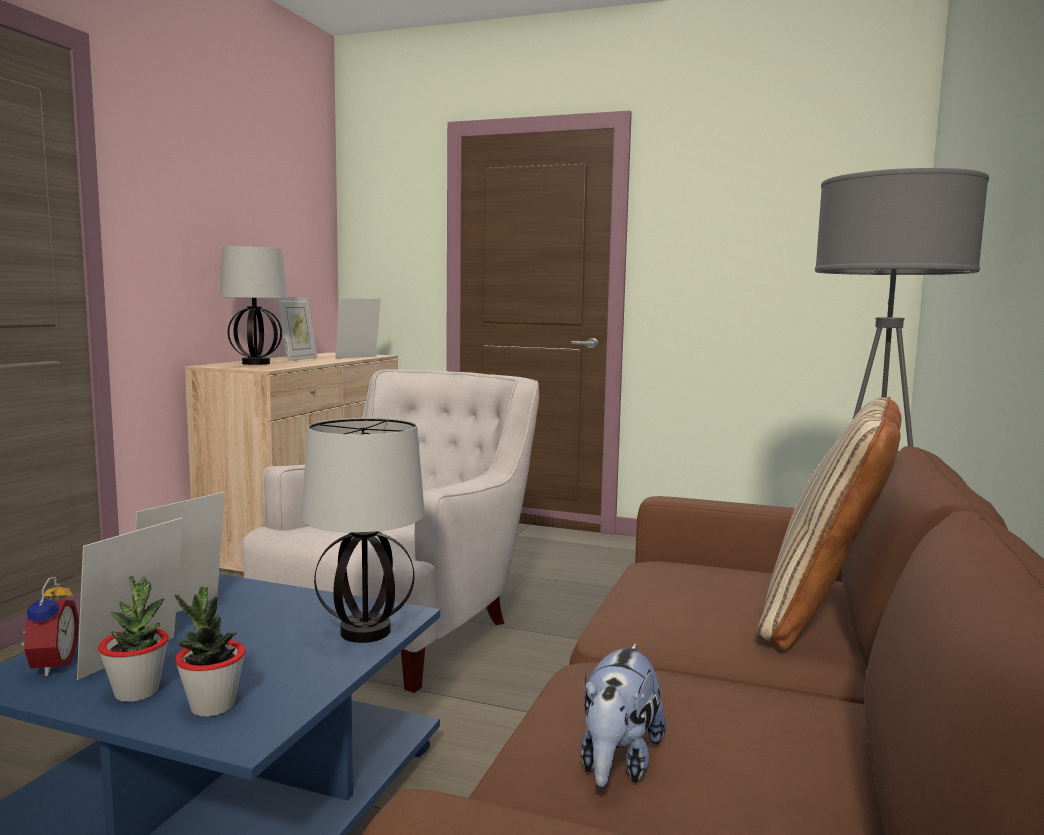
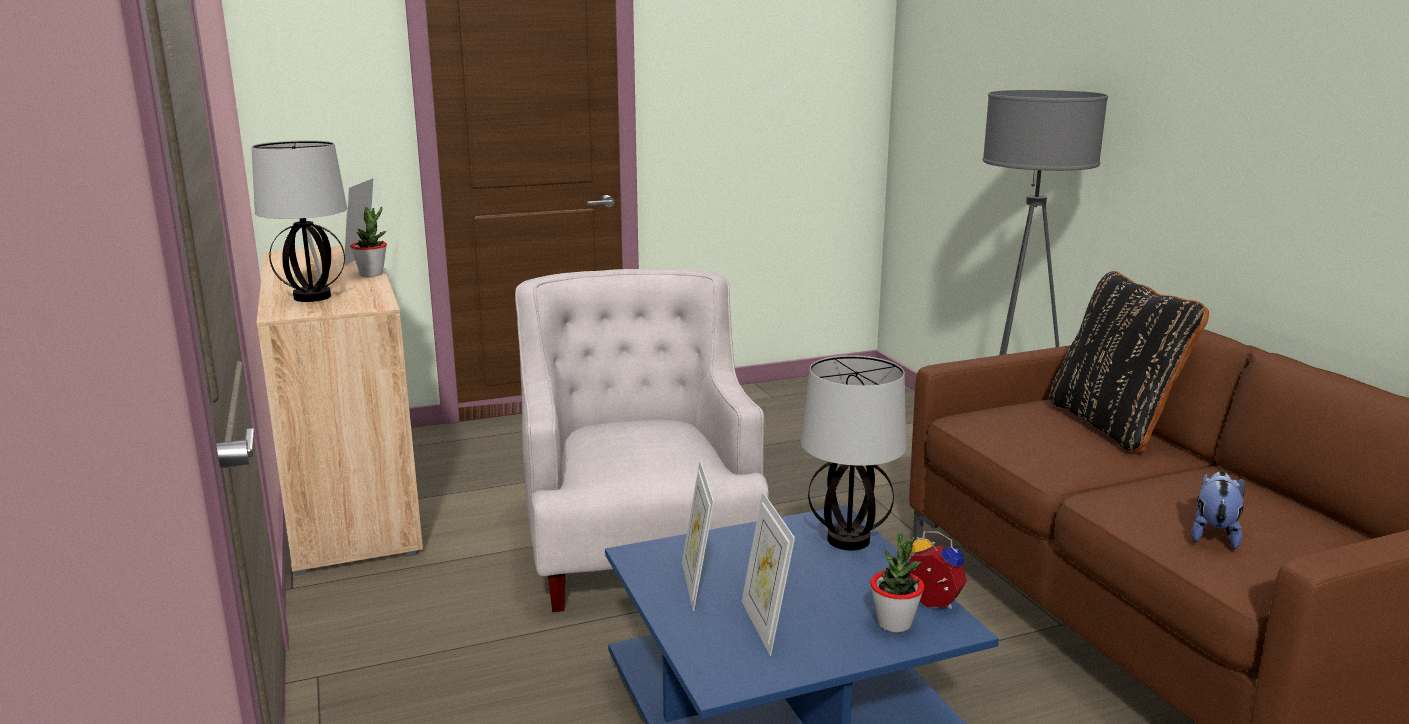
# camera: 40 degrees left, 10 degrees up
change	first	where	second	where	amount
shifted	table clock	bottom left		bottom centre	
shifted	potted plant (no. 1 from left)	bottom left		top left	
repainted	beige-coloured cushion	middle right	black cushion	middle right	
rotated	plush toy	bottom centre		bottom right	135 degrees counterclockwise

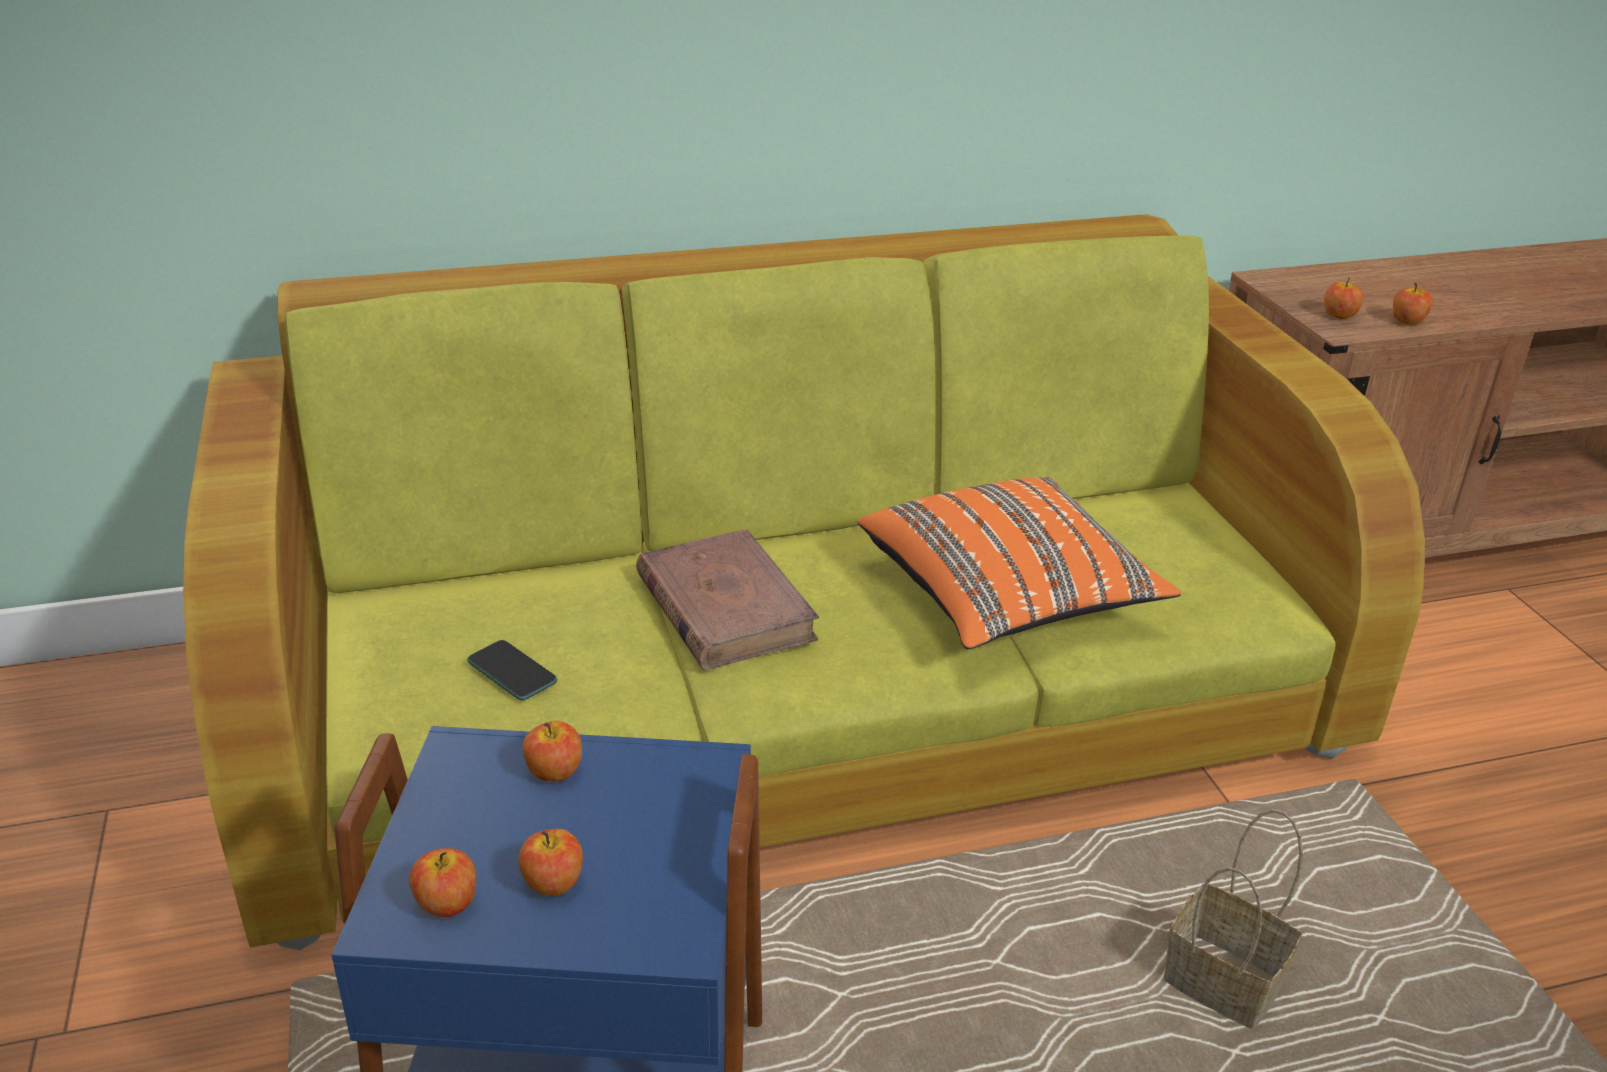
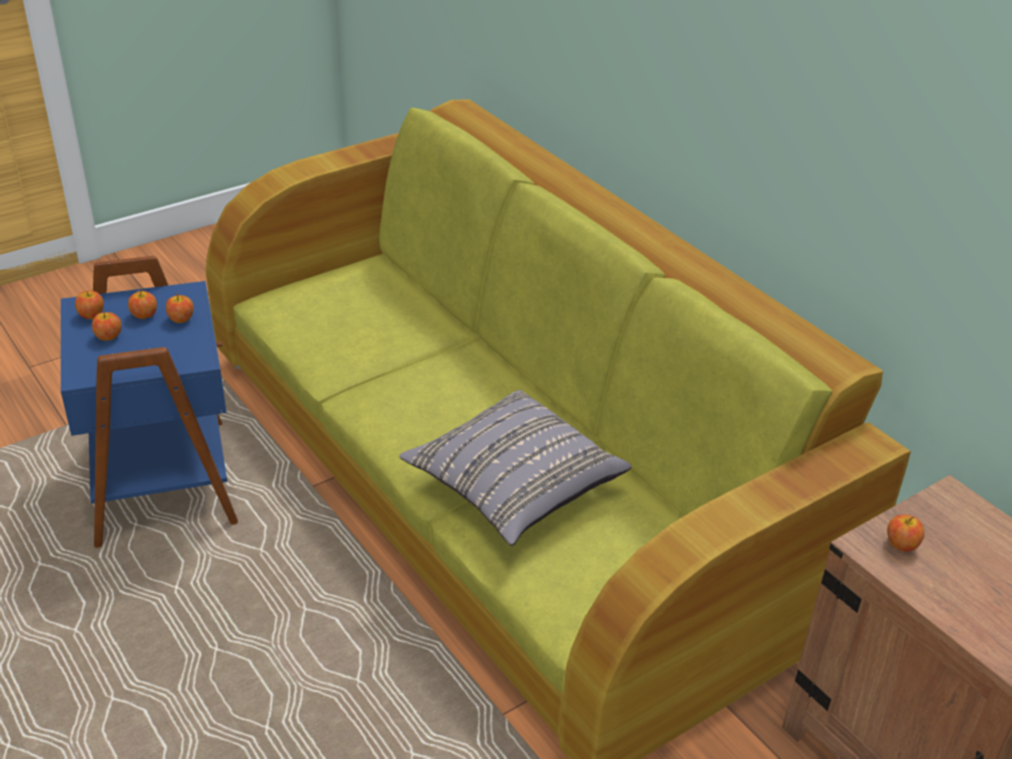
# camera: 70 degrees right, 5 degrees up
change	first	where	second	where	amount
gone	phone	middle left			
gone	brown volume	centre			
gone	basket	bottom right			
shifted	whole apple (no. 5 from left in the first image)	top right	whole apple (no. 3 from left)	middle left	
repainted	orange cushion	centre	greyish cushion	centre	

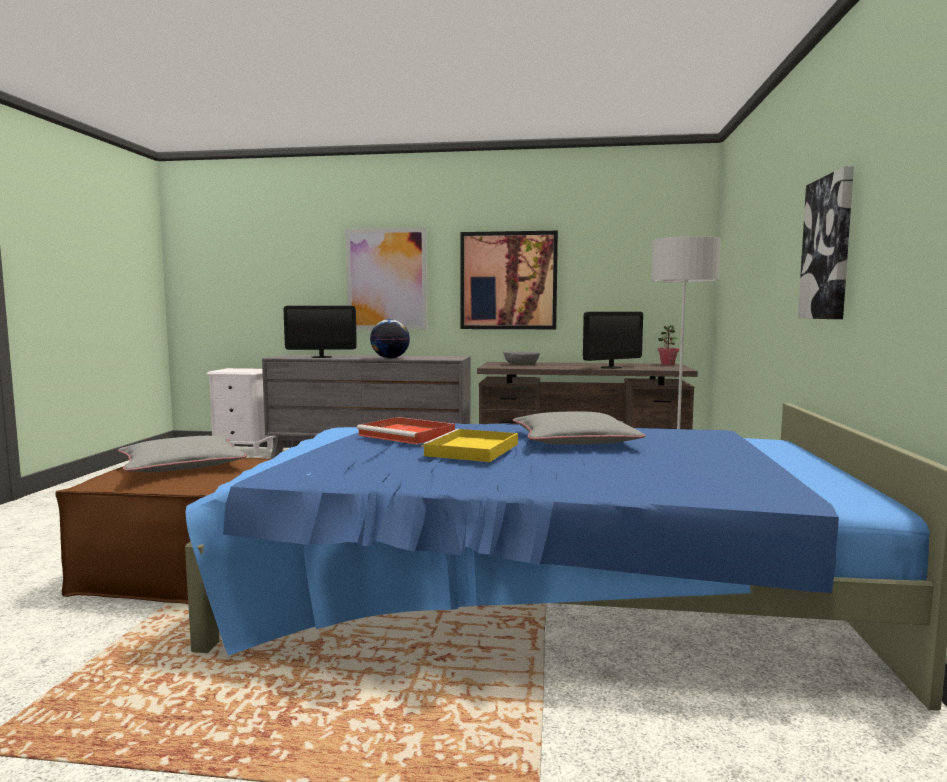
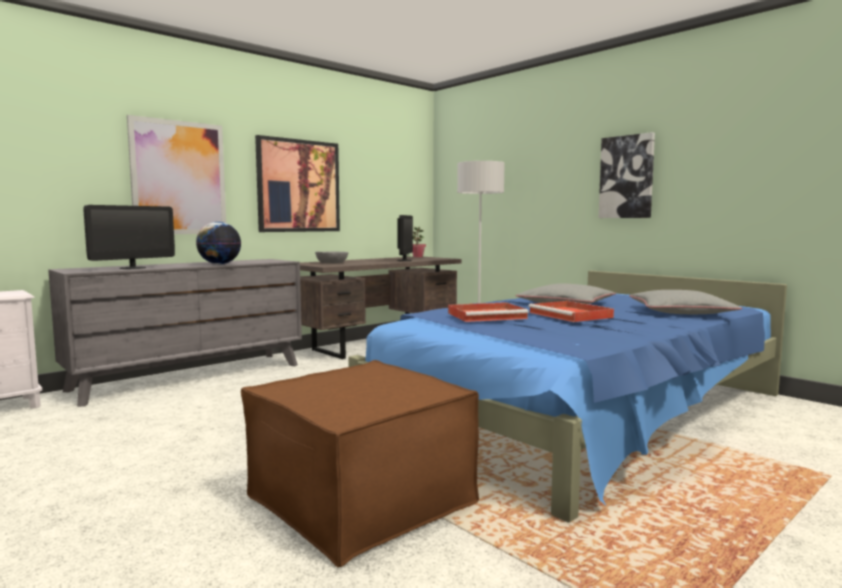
# camera: 50 degrees left, 0 degrees up
change	first	where	second	where	amount
shifted	greyish cushion (no. 1 from left in the first image)	middle left	greyish cushion (no. 2 from left)	middle right	
repainted	yellowish carrying tray	centre	reddish carrying tray (no. 2 from left)	middle right	

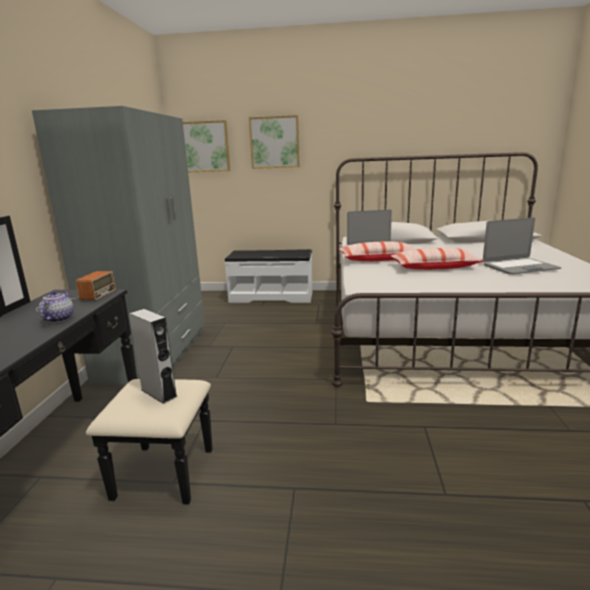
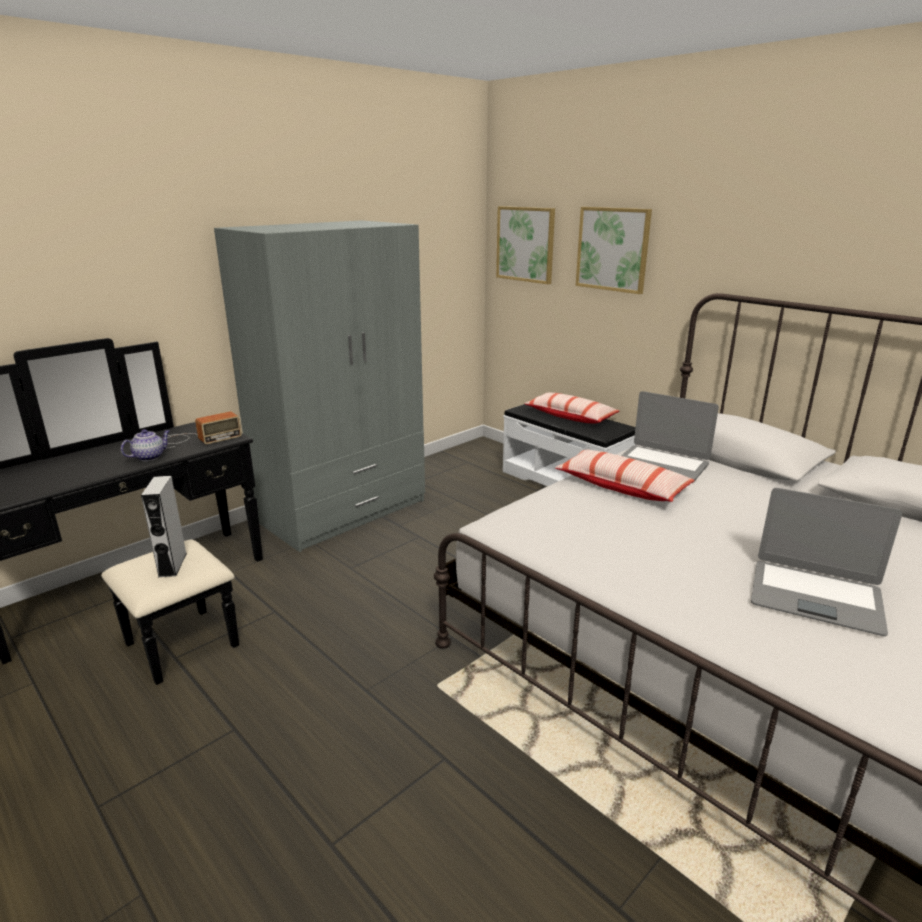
# camera: 40 degrees right, 5 degrees up
change	first	where	second	where	amount
shifted	cushion (no. 2 from left in the first image)	middle right	cushion (no. 1 from left)	centre	

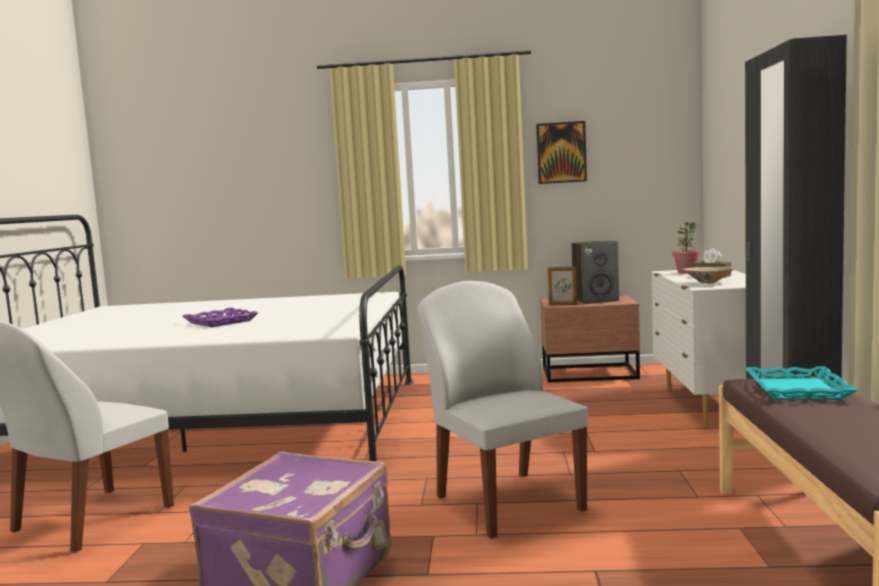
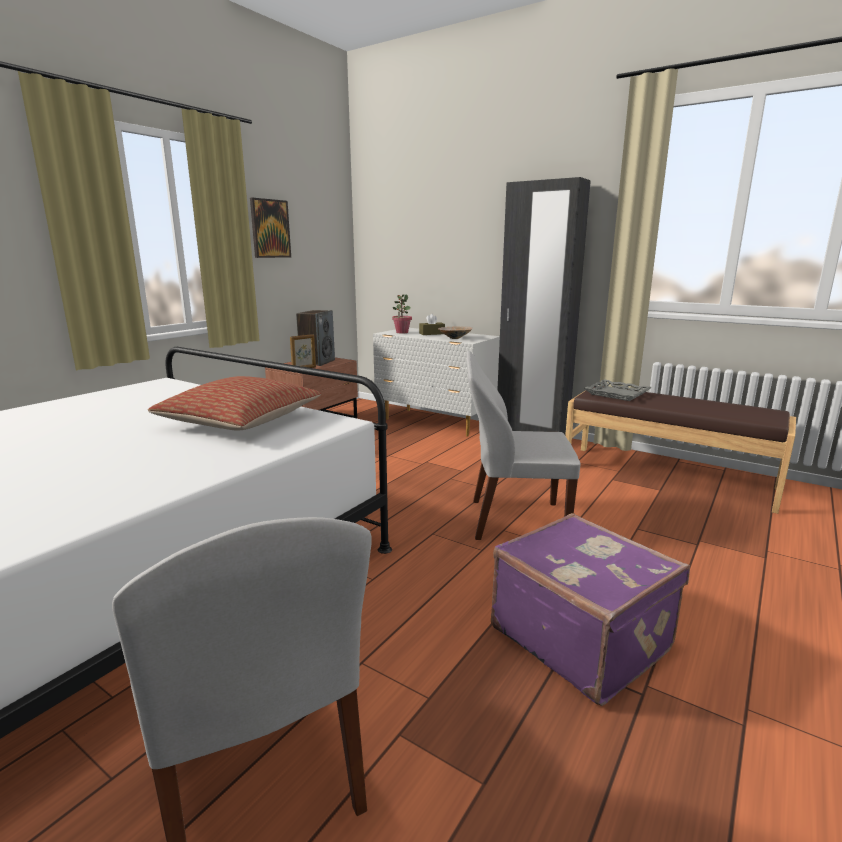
# camera: 60 degrees left, 10 degrees up
change	first	where	second	where	amount
gone	purplish carrying tray	middle left			
new			cushion	middle left	
repainted	blue-green carrying tray	middle right	greyish carrying tray	middle right	

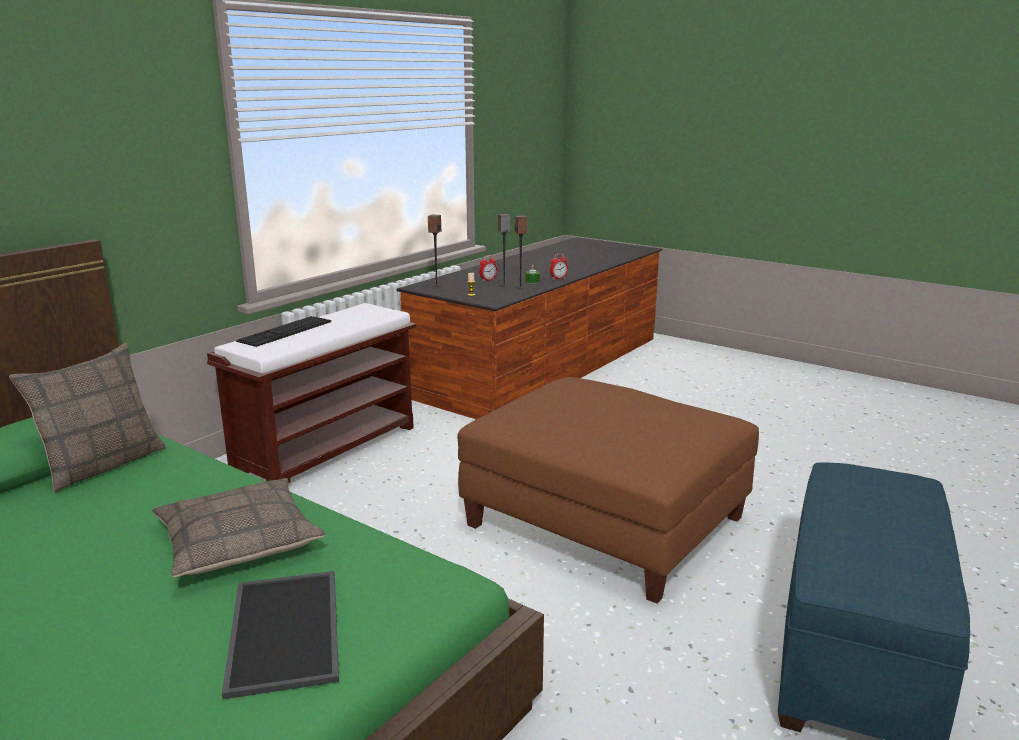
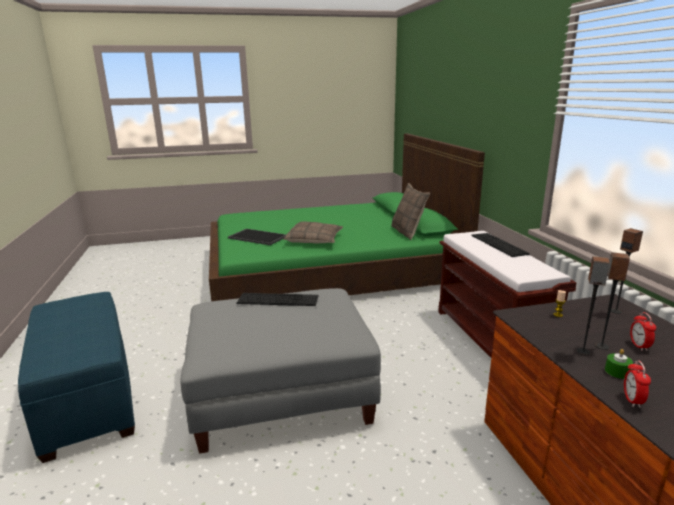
# camera: 130 degrees right, 0 degrees up
change	first	where	second	where	amount
new			keyboard (no. 1 from left)	centre	
repainted	brown footrest	centre	greyish footrest	bottom centre	

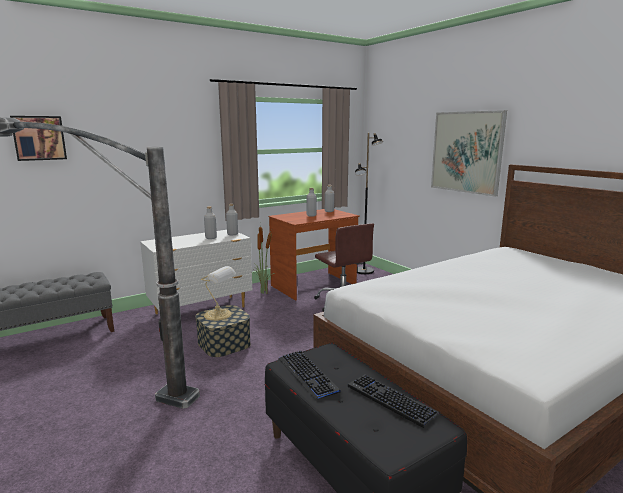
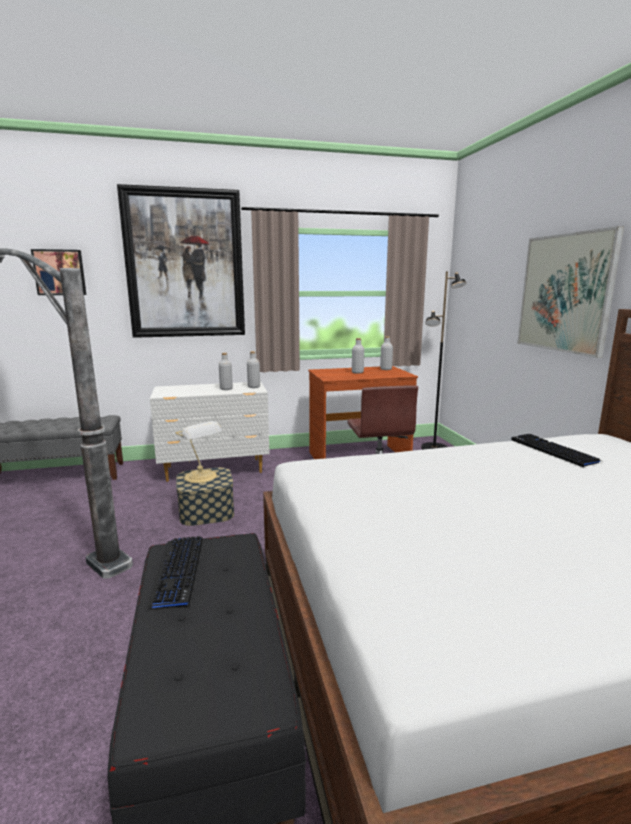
# camera: 20 degrees right, 0 degrees up
change	first	where	second	where	amount
gone	potted plant	centre			
new			picture (no. 2 from left)	top left	
shifted	keyboard (no. 2 from left)	bottom centre		middle right	

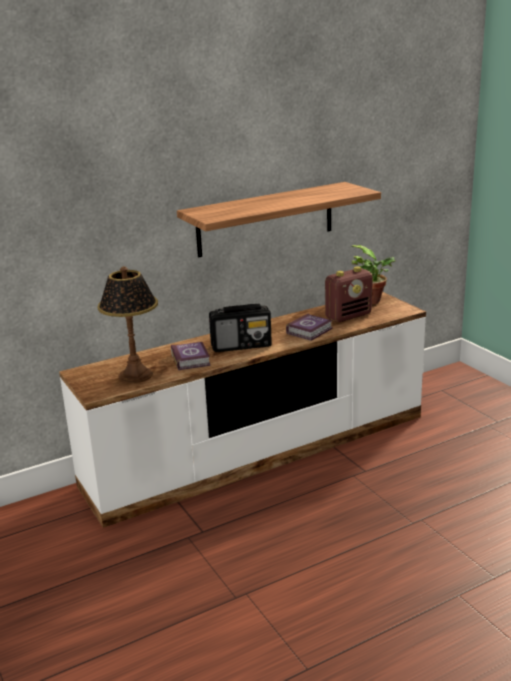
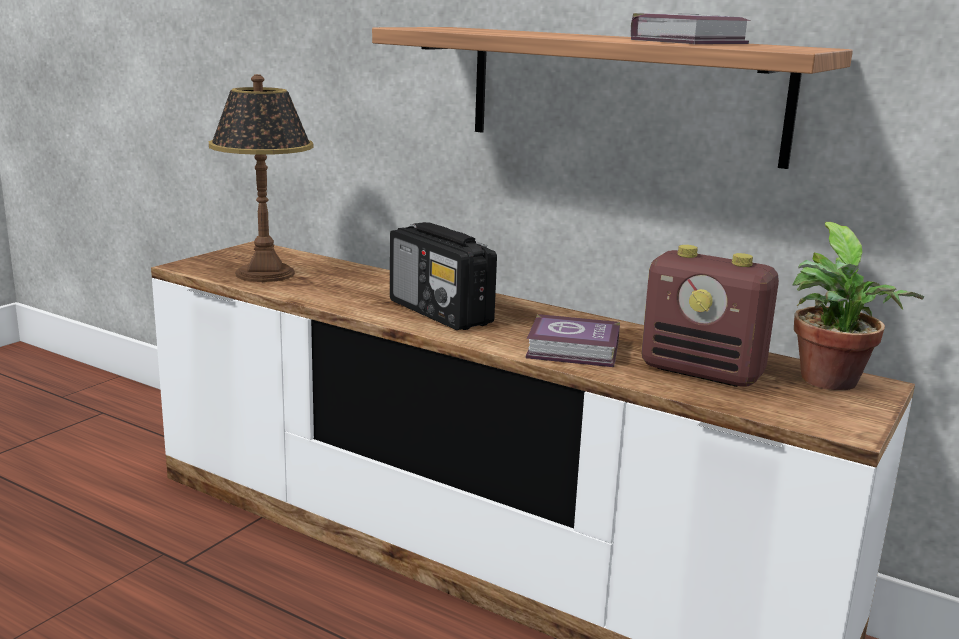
# camera: 60 degrees right, 5 degrees down
change	first	where	second	where	amount
shifted	volume (no. 1 from left in the first image)	centre	volume (no. 2 from left)	top right	

